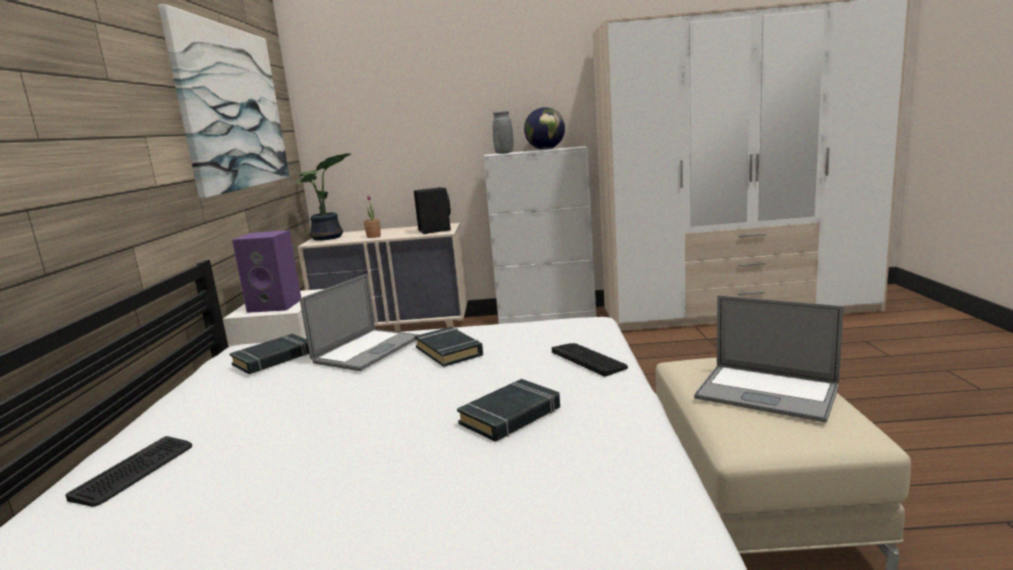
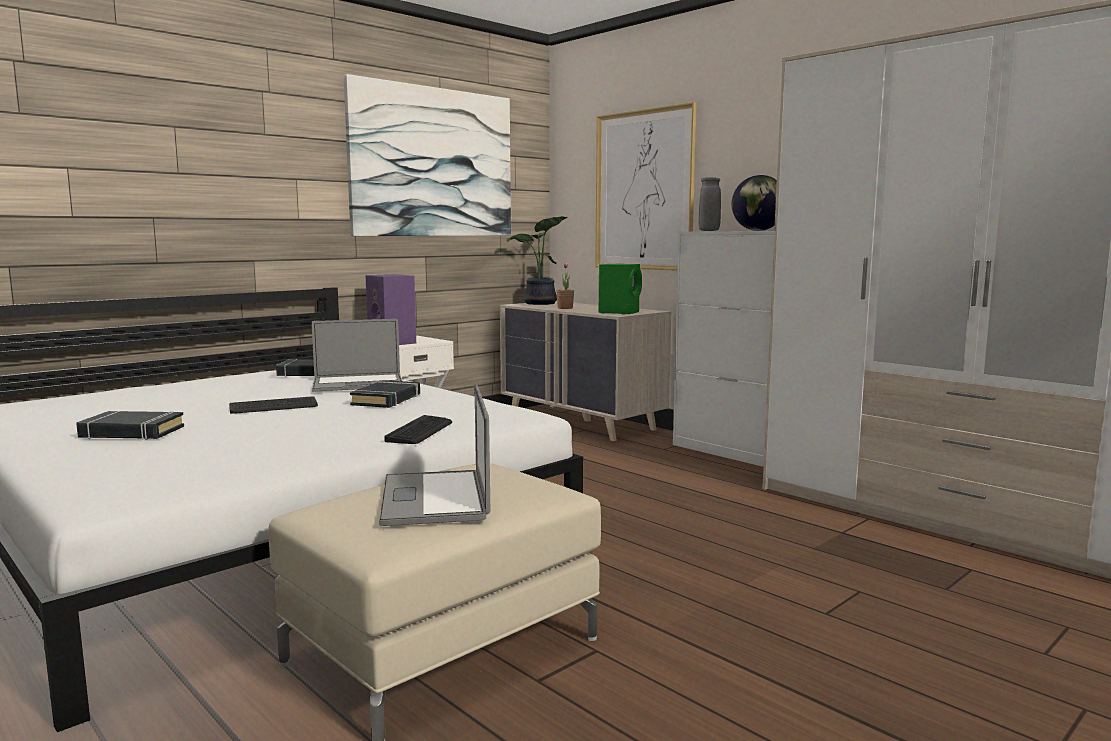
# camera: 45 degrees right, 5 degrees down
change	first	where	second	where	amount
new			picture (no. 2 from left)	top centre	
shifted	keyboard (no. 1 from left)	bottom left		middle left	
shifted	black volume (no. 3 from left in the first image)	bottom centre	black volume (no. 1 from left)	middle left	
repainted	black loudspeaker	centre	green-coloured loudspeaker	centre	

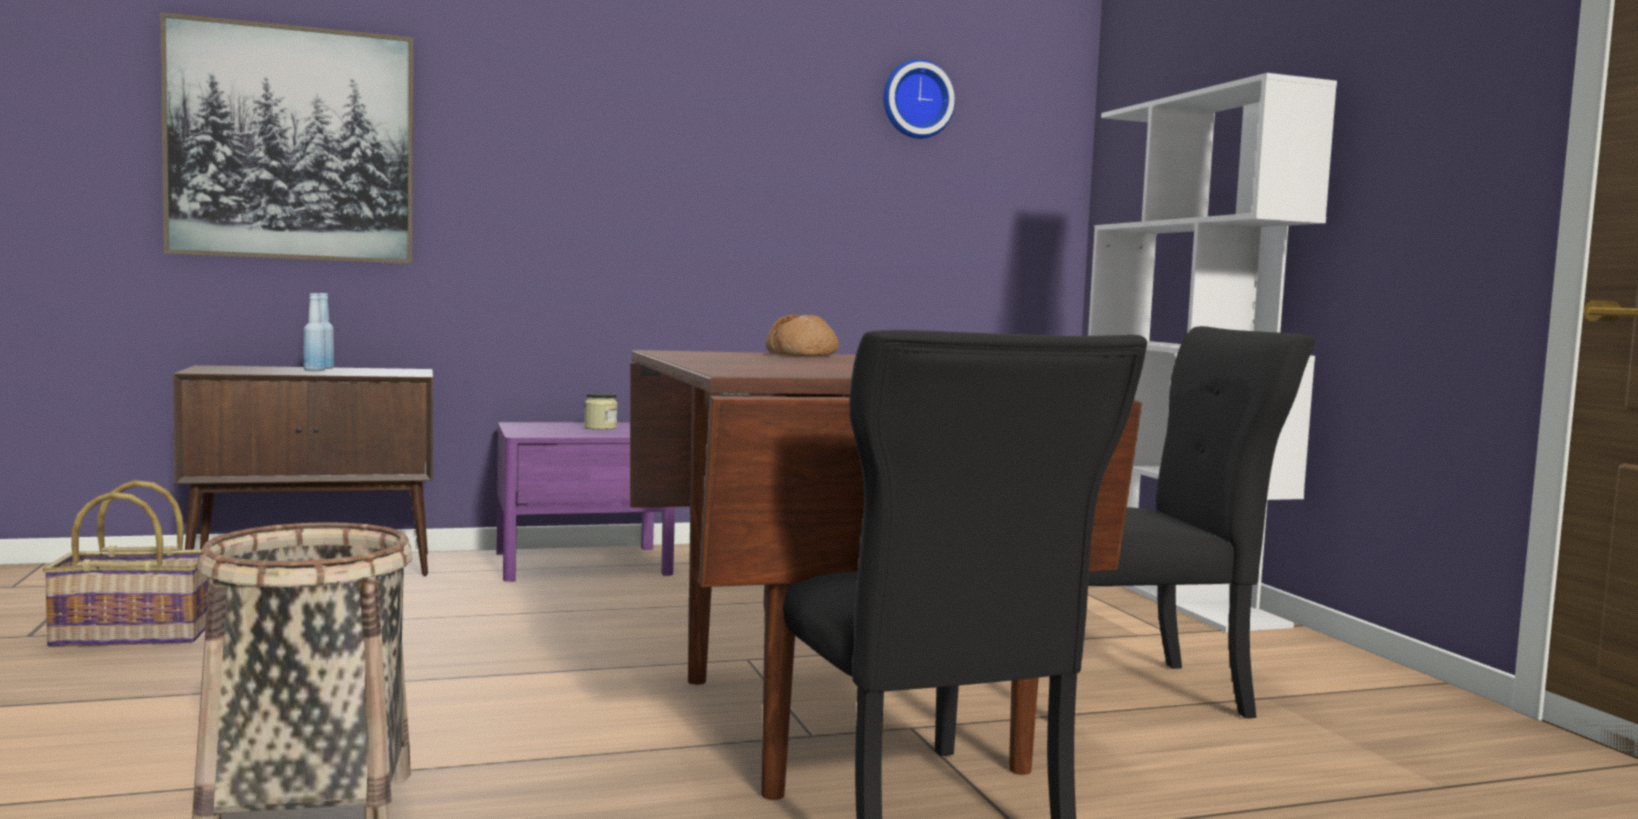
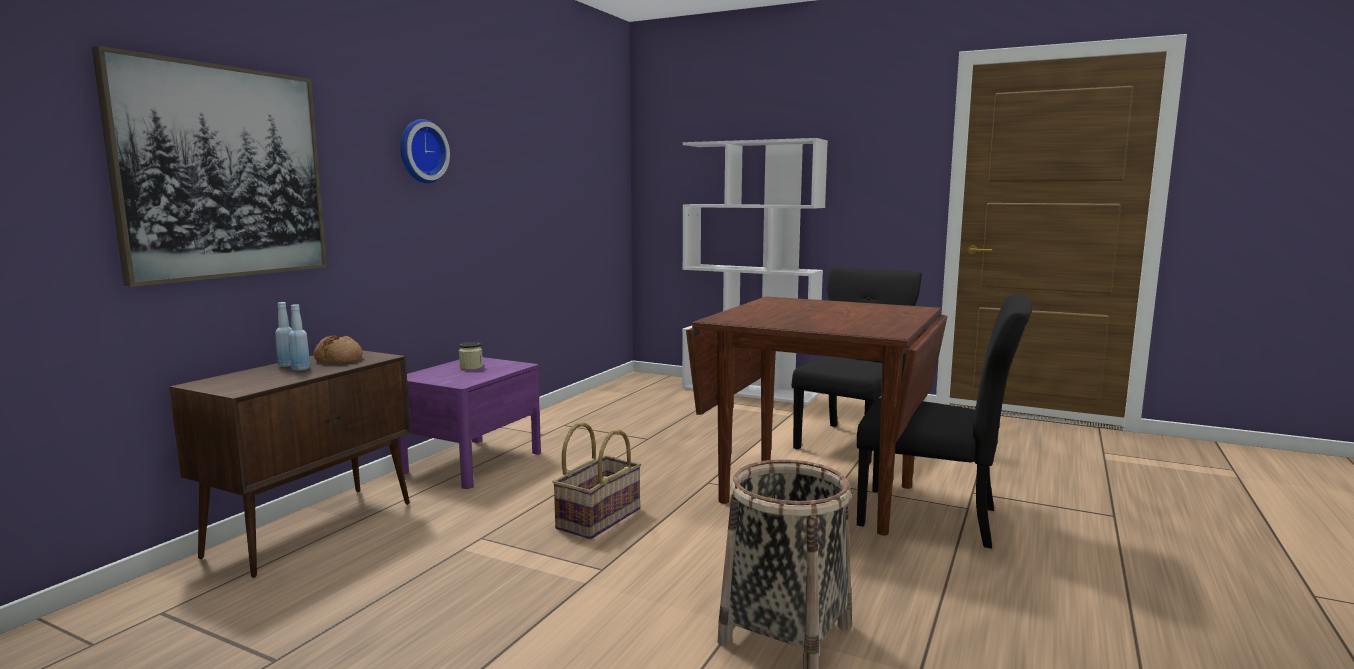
# camera: 45 degrees left, 5 degrees up
change	first	where	second	where	amount
shifted	basket (no. 1 from left)	bottom left		bottom centre	
shifted	bakery bread	centre		middle left	
shifted	hanging clock	top centre		top left	

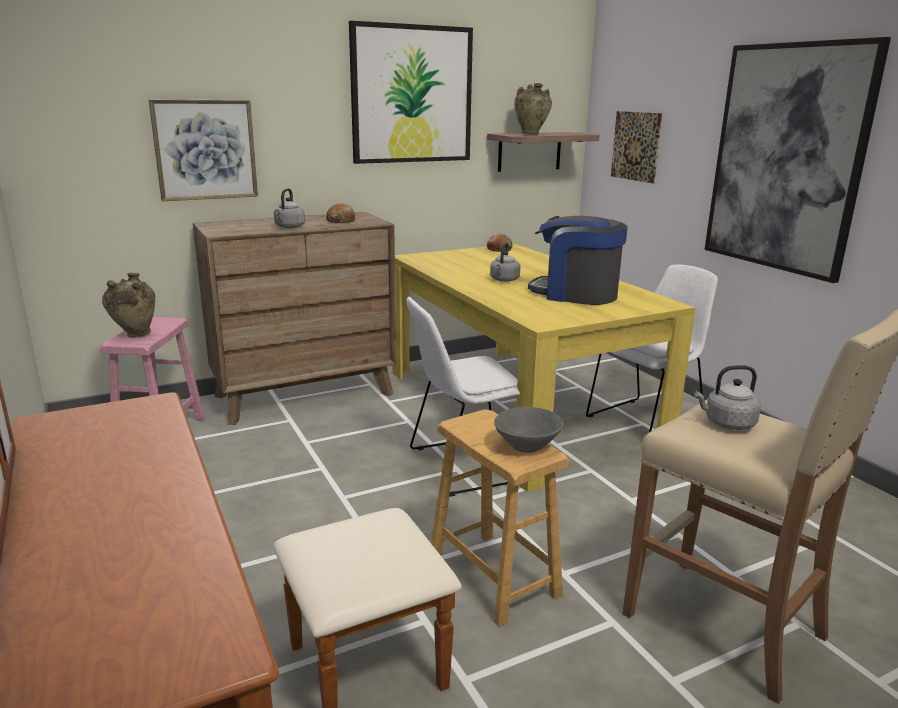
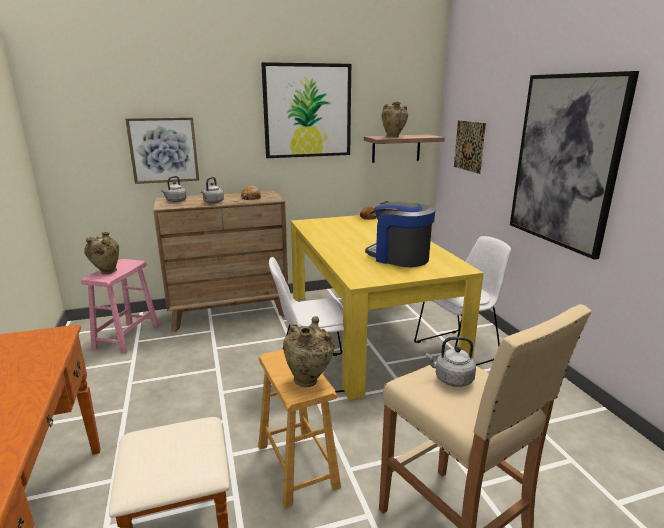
# camera: 10 degrees right, 0 degrees up
change	first	where	second	where	amount
shifted	greyish kettle (no. 2 from left in the first image)	centre	greyish kettle (no. 1 from left)	middle left	
swapped	greyish serving bowl	centre	beige-coloured vase (no. 2 from left)	centre	

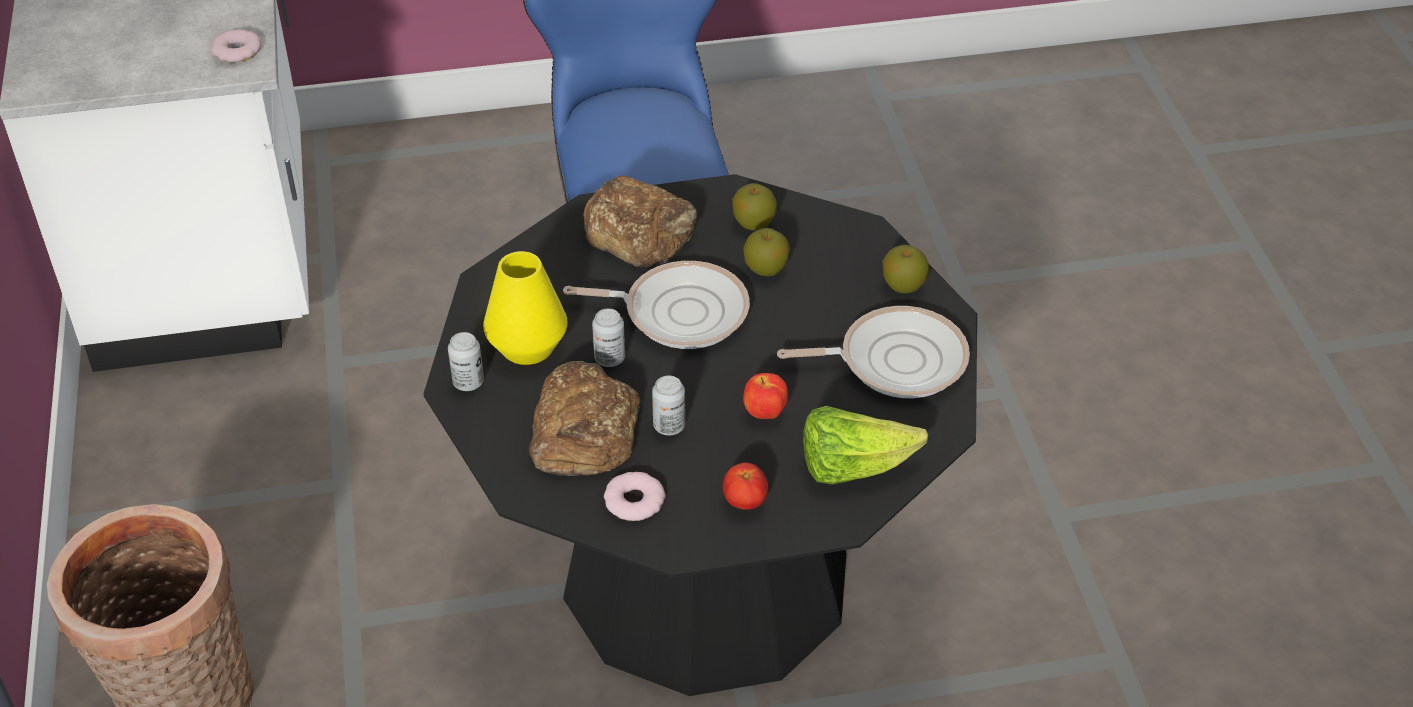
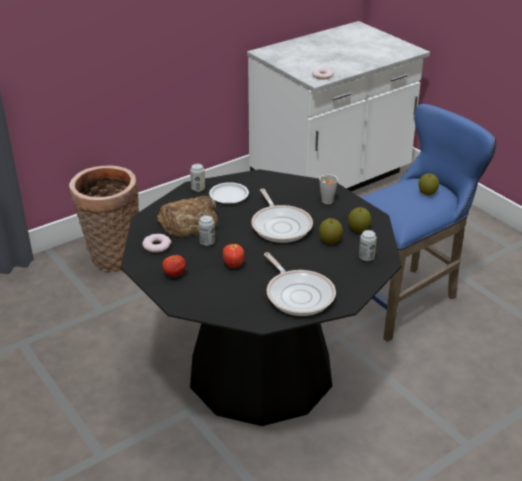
# camera: 65 degrees right, 10 degrees down
change	first	where	second	where	amount
gone	lettuce	centre			
shifted	sealed can (no. 2 from left in the first image)	centre	sealed can (no. 3 from left)	middle right	
shifted	whole apple (no. 4 from left)	centre		middle right	
swapped	yellowish vase	centre	white flat dish	centre	
swapped	bakery bread (no. 2 from left)	top centre	greyish drinking cup	centre	

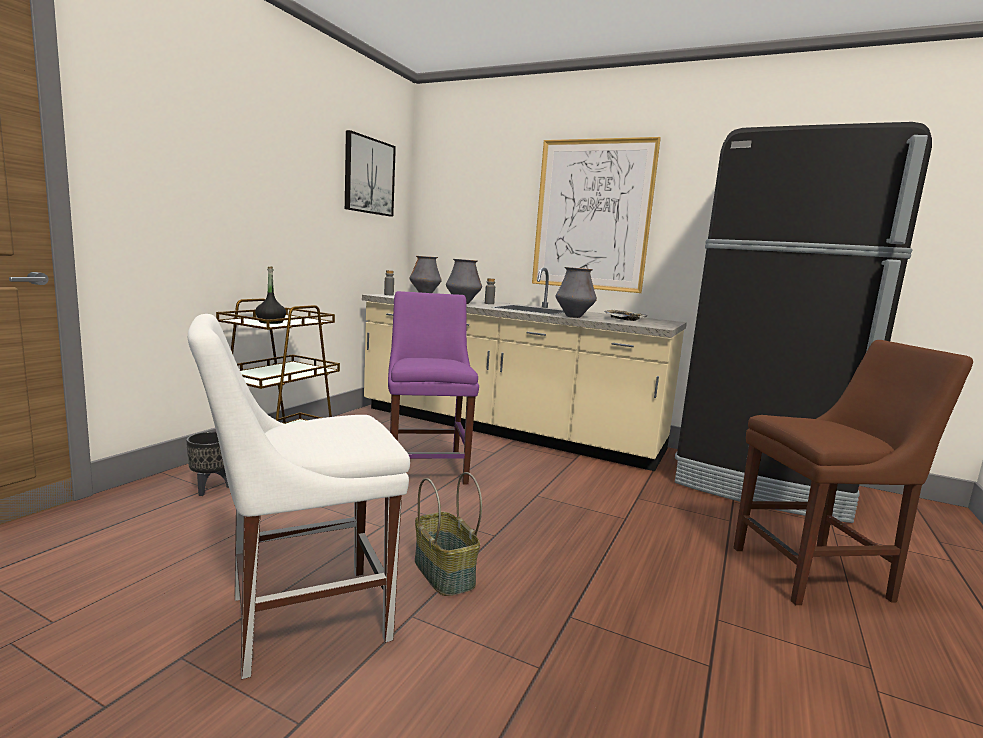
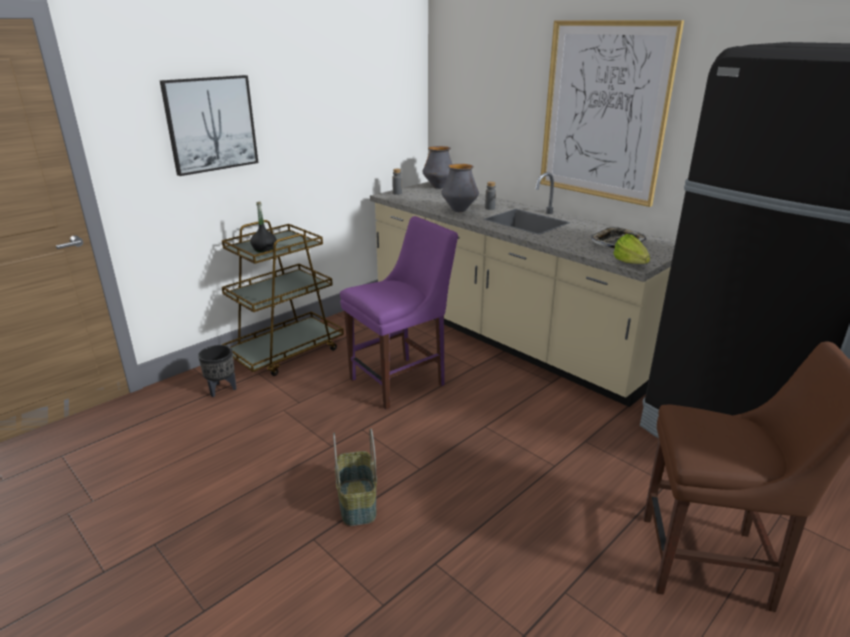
# camera: 20 degrees right, 15 degrees up
change	first	where	second	where	amount
gone	white upright chair	bottom left			
gone	vase (no. 3 from left)	centre			
new			lettuce	middle right	
shifted	picture (no. 1 from left)	top centre		top left	
rotated	purplish upright chair	centre		centre	45 degrees clockwise

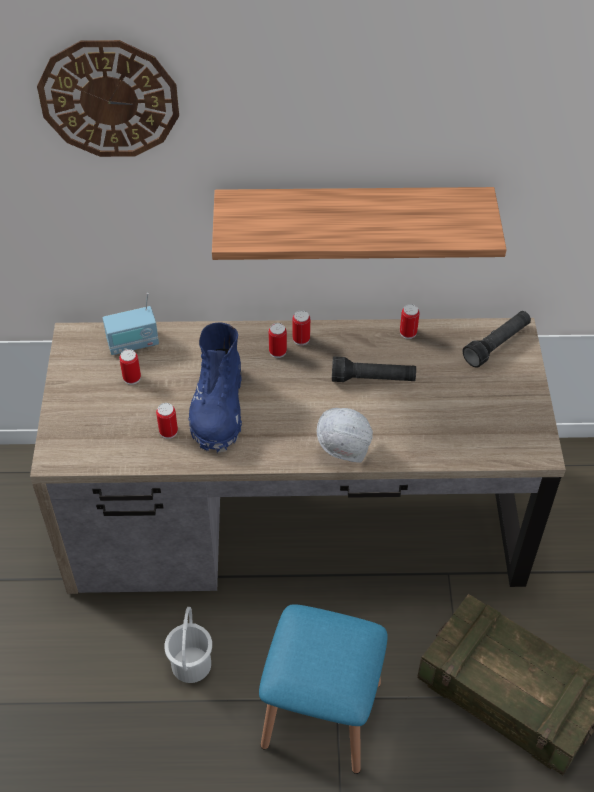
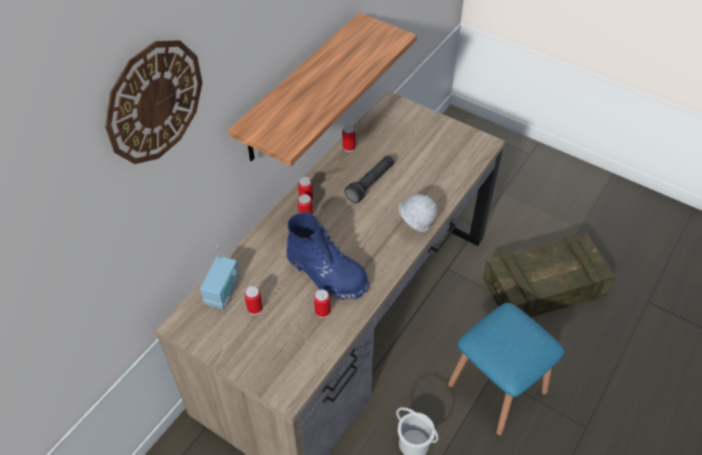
# camera: 55 degrees left, 0 degrees up
change	first	where	second	where	amount
gone	black flashlight (no. 2 from left)	middle right			

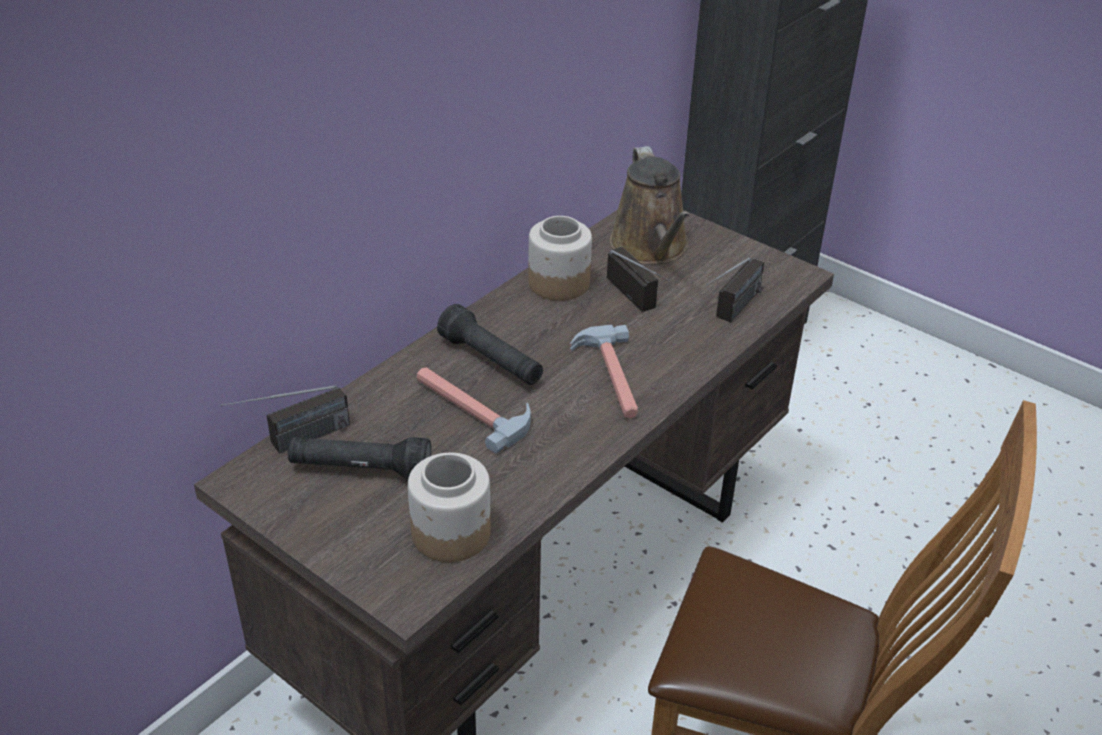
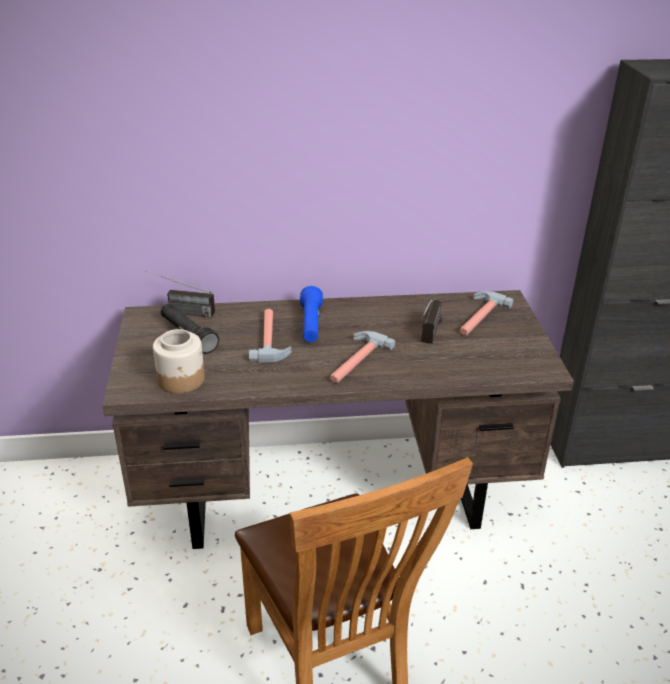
# camera: 45 degrees right, 5 degrees down
change	first	where	second	where	amount
gone	storage jar (no. 2 from left)	centre			
gone	radio (no. 3 from left)	middle right			
swapped	brown watering pot	top centre	hammer (no. 3 from left)	middle right	
repainted	black flashlight (no. 2 from left)	centre	blue-coloured flashlight	centre	

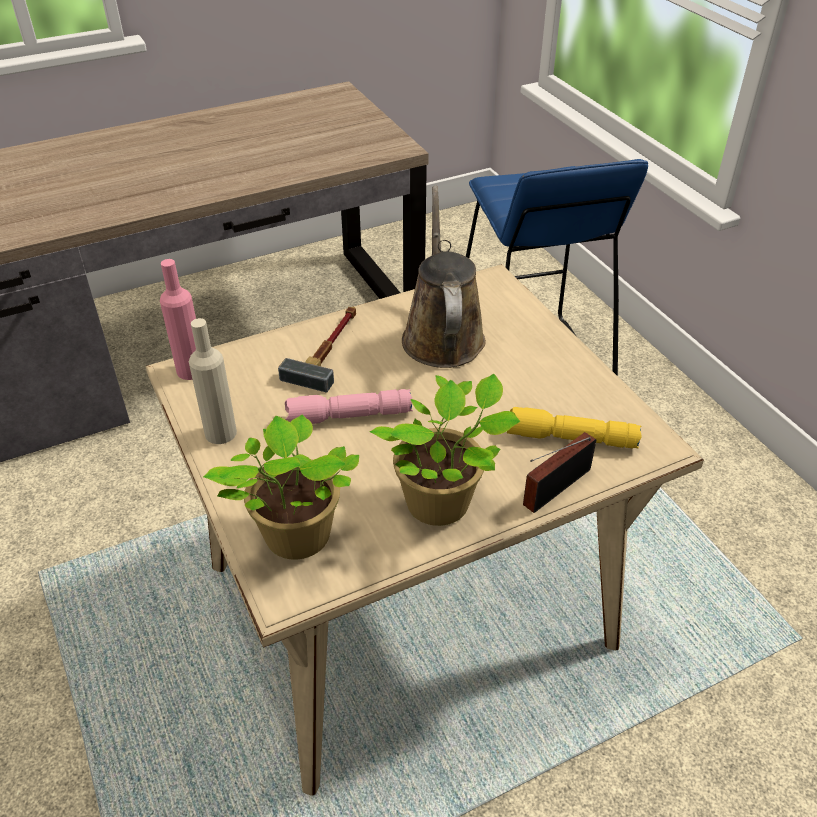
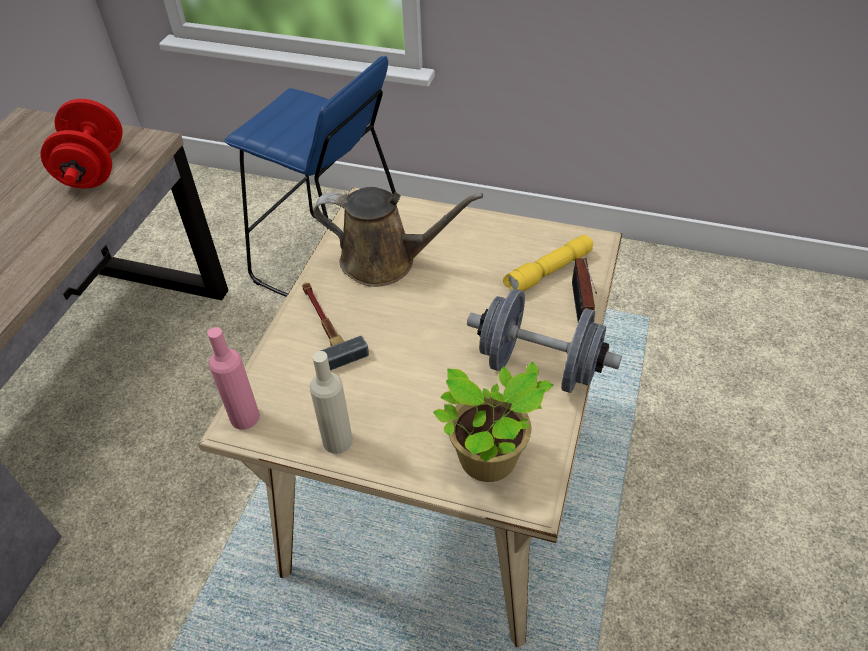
# camera: 45 degrees left, 5 degrees up
change	first	where	second	where	amount
gone	pinkish flashlight	centre			
new			reddish dumbbell	top left	
swapped	potted plant (no. 2 from left)	centre	greyish dumbbell	centre	
rotated	brown watering pot	centre		centre	150 degrees clockwise

